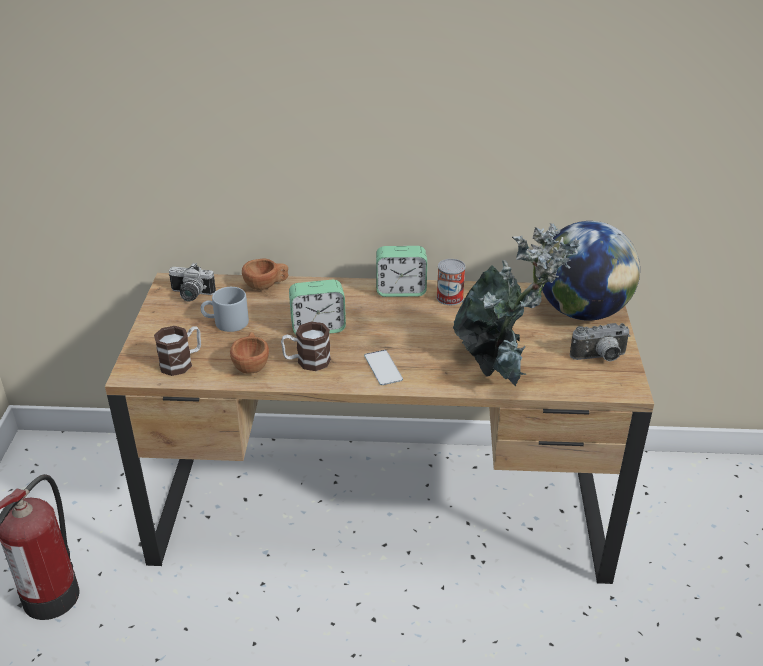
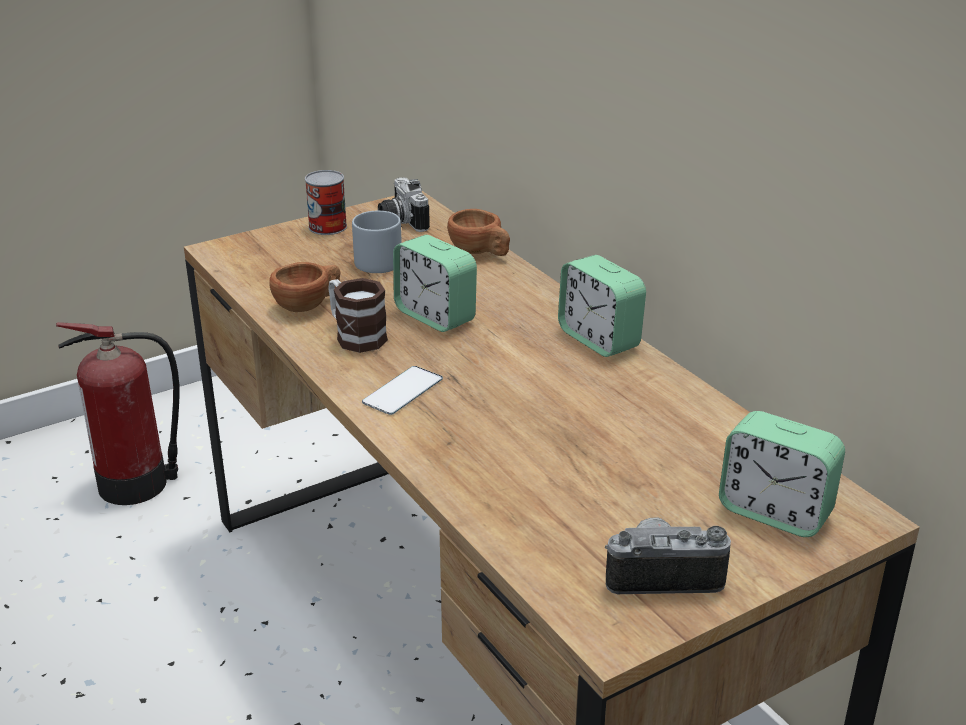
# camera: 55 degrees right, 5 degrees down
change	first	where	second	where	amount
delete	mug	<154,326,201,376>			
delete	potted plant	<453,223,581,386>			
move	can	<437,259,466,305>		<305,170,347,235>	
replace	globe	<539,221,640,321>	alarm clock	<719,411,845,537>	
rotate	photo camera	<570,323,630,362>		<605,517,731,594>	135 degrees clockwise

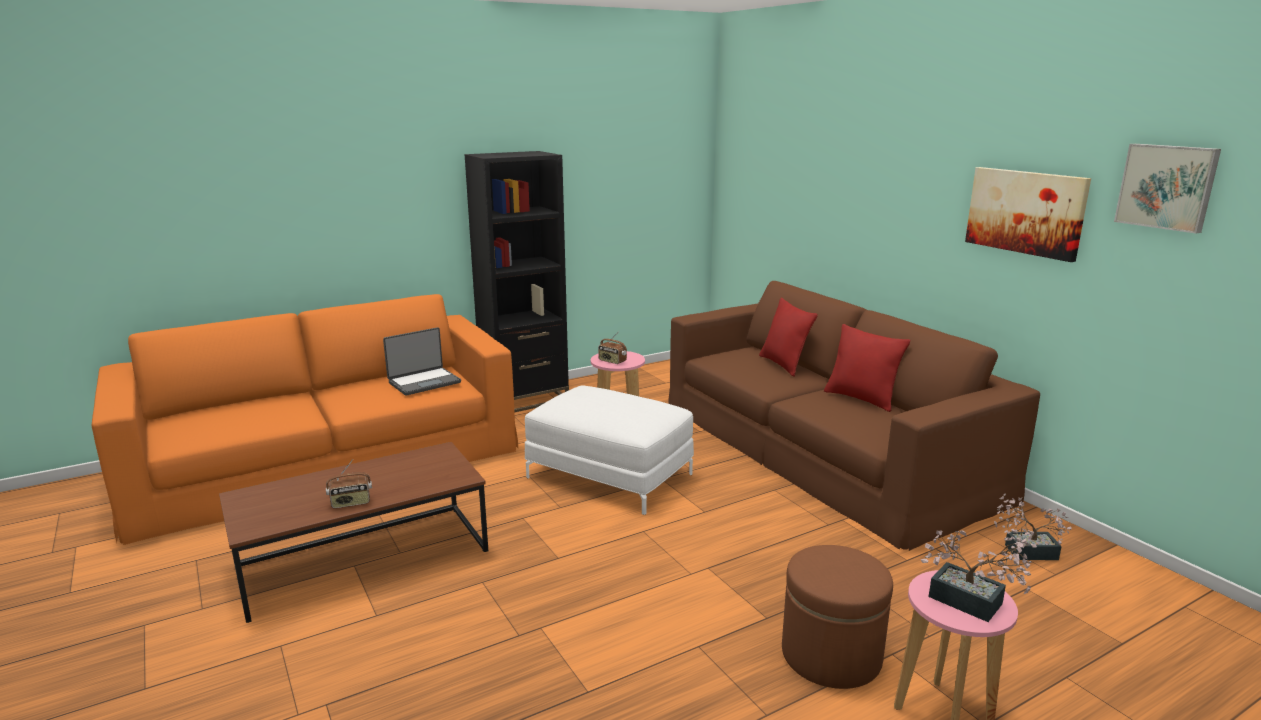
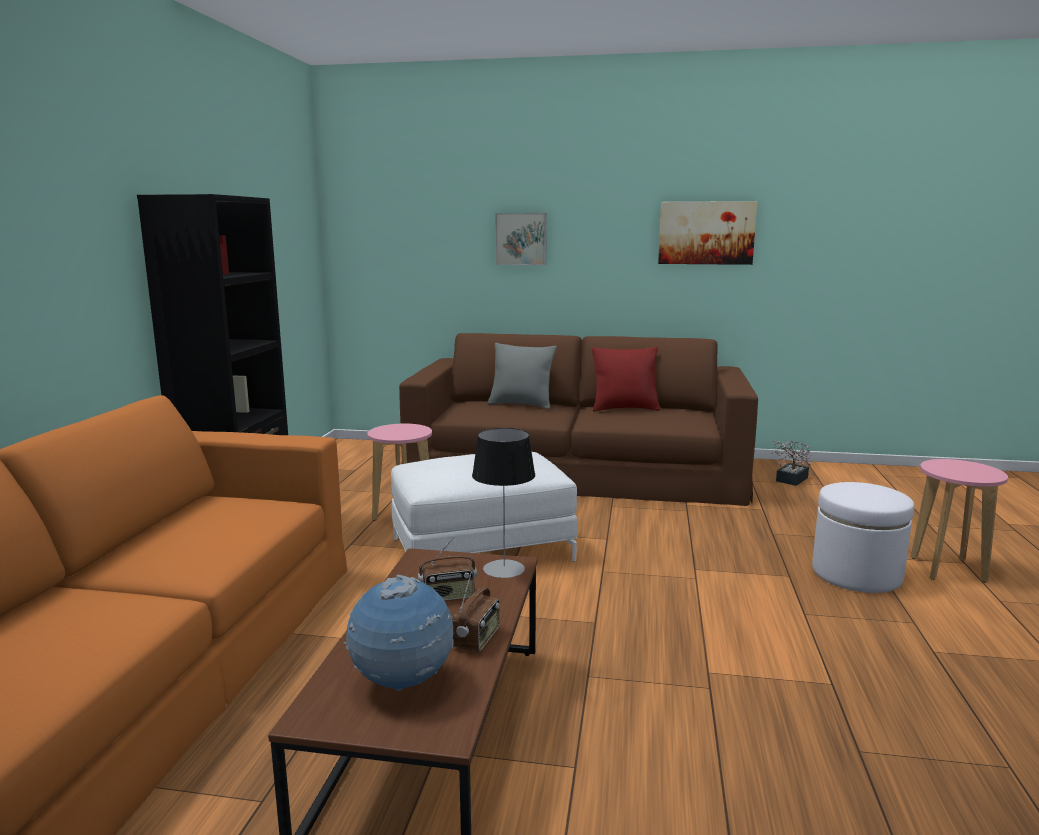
# camera: 50 degrees left, 5 degrees down
change	first	where	second	where	amount
delete	laptop	<383,327,461,396>			
delete	potted plant	<921,530,1037,622>			
insert			globe	<344,574,454,691>	
insert			table lamp	<472,428,535,578>	
move	radio	<598,331,627,364>		<418,536,477,601>	
move	picture	<1114,144,1221,234>		<495,213,547,265>	
recolor	red pillow	<759,298,818,377>	grey pillow	<488,343,557,409>	
recolor	brown ottoman	<782,545,893,689>	white ottoman	<812,482,914,593>	

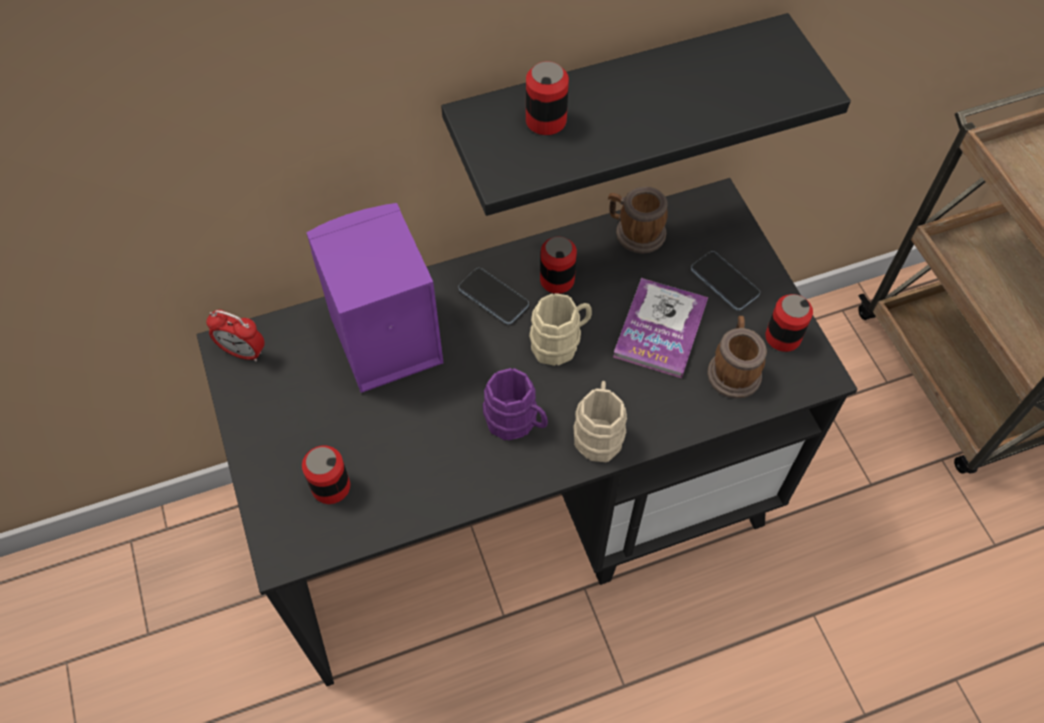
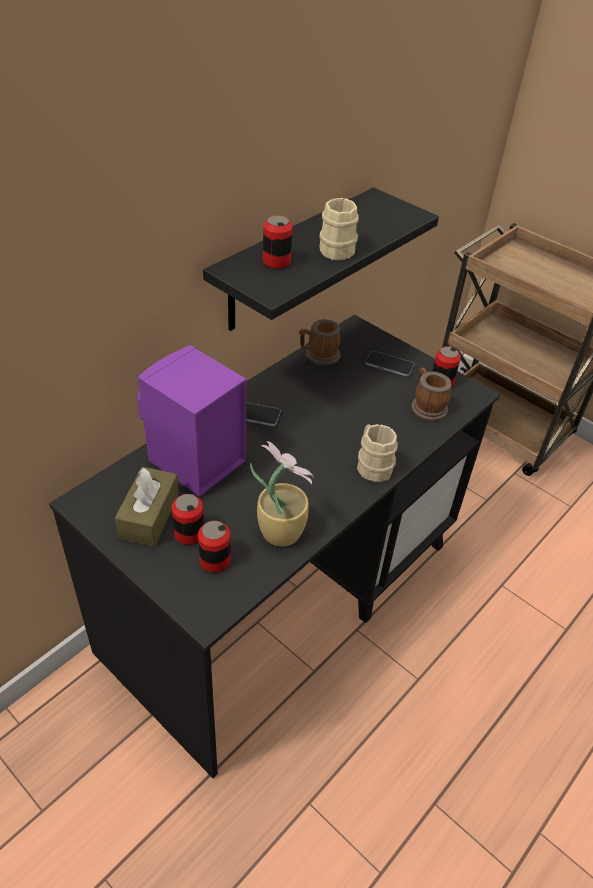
# camera: 30 degrees left, 15 degrees down
change	first	where	second	where	amount
delete	alarm clock	<206,309,265,362>			
delete	purple mug	<483,368,548,440>			
delete	book	<613,278,708,378>			
insert			brown tissue box	<114,467,179,546>	
insert			potted plant	<250,441,314,547>	
move	beige mug	<529,293,592,366>		<320,198,359,260>	
move	can	<540,236,577,294>		<172,494,204,545>	

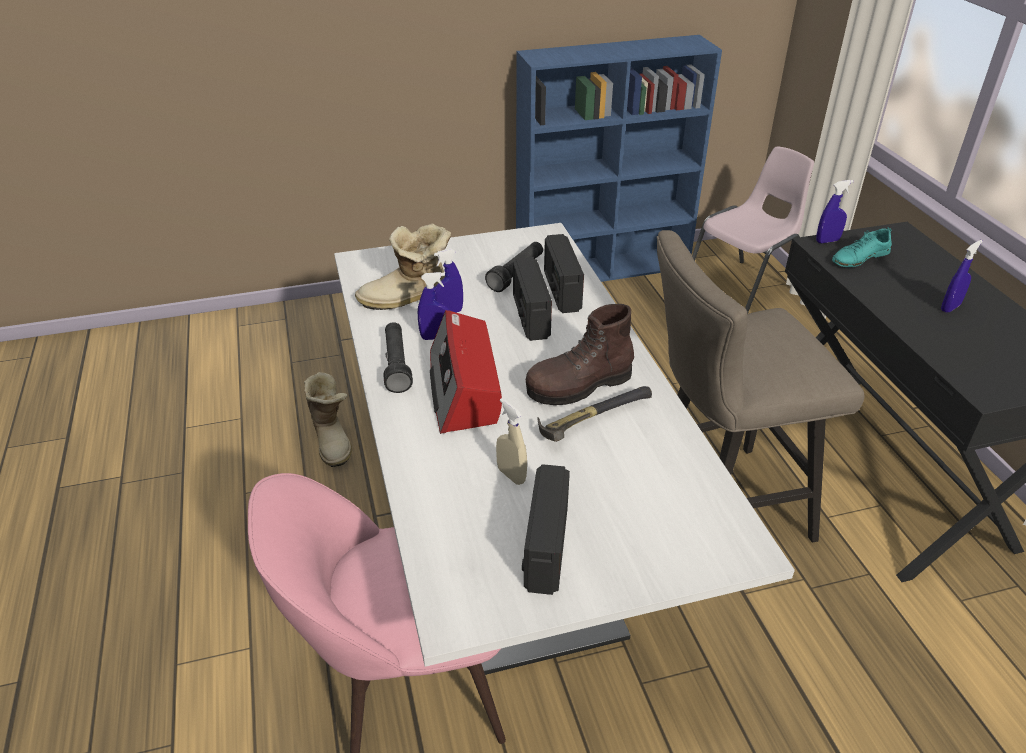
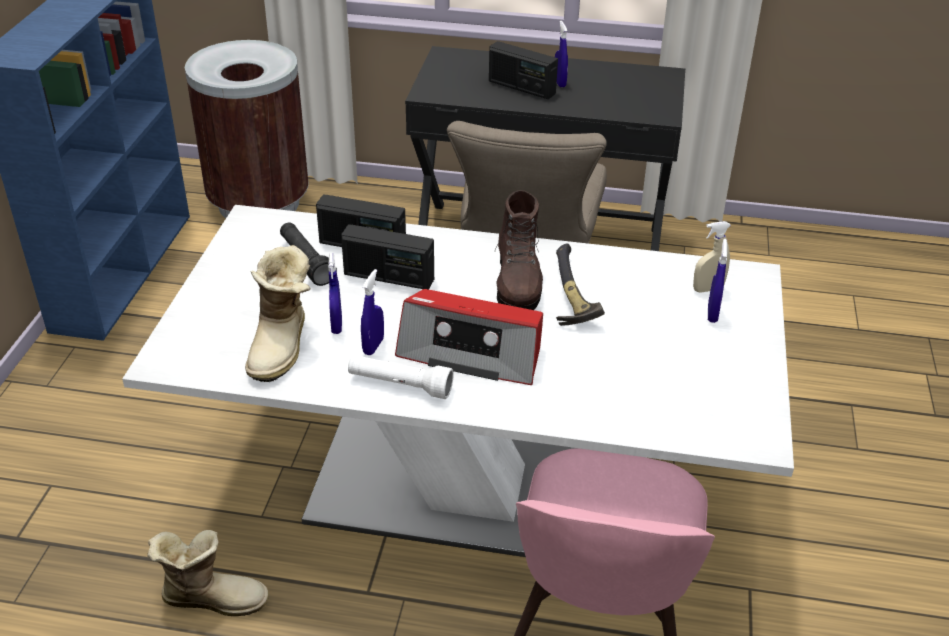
# camera: 65 degrees left, 0 degrees up
change	first	where	second	where	amount
delete	turquoise shoe	<832,227,892,267>			
move	beige spray bottle	<496,398,527,485>		<693,221,731,293>	
move	radio	<522,464,570,595>		<489,41,558,99>	
move	blue spray bottle	<816,180,854,243>		<708,239,728,323>	
replace	pink chair	<692,146,814,314>	brown trash can	<185,40,308,218>	
recolor	black flashlight	<384,322,413,393>	white flashlight	<348,355,454,399>	

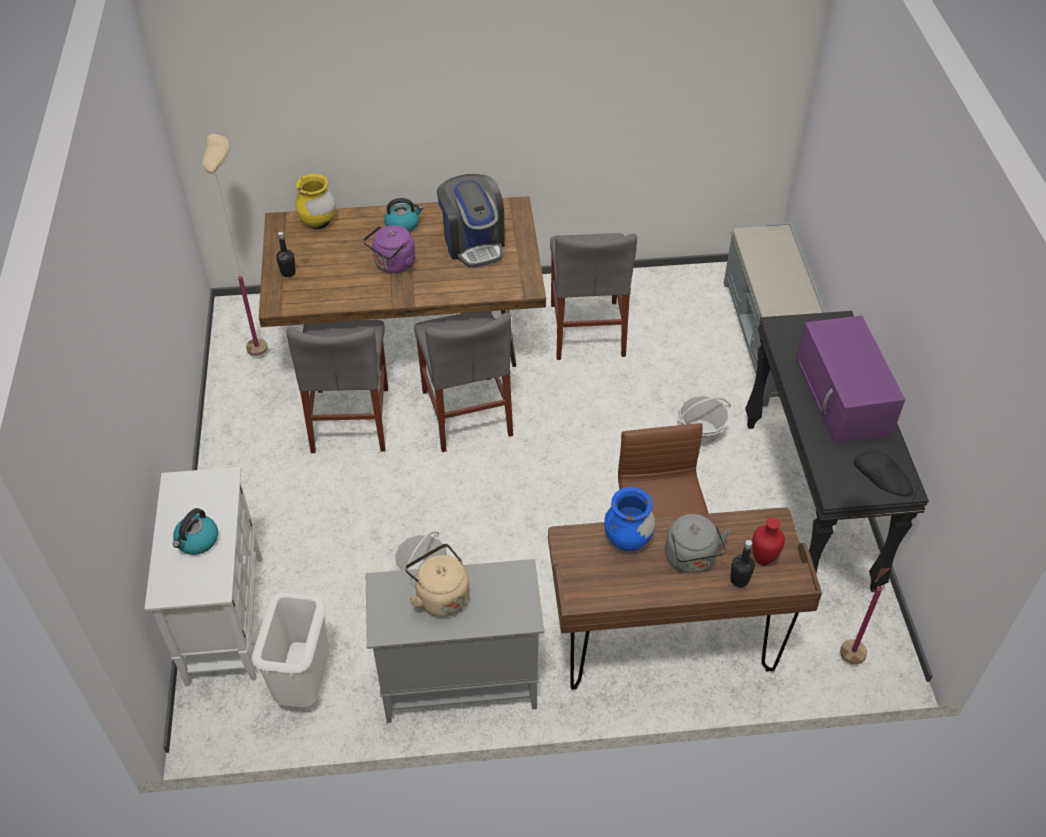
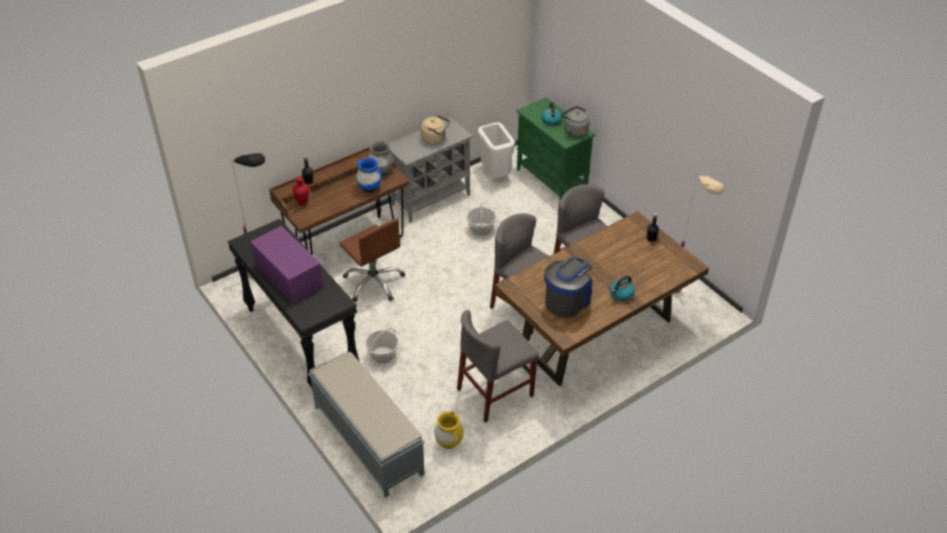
# camera: 150 degrees right, 5 degrees down
change	first	where	second	where	amount
delete	purple kettle	<363,225,415,273>			
insert			grey vase	<369,141,393,176>	
move	yellow vase	<295,174,336,229>		<434,411,463,449>	
move	grey kettle	<665,514,730,573>		<561,106,590,137>	
recolor	white cabinet	<145,467,262,686>	green cabinet	<516,97,596,201>	
rotate	coffee machine	<437,174,505,267>		<544,257,593,318>	90 degrees clockwise
rotate	grey chair	<550,233,637,360>		<457,310,540,423>	90 degrees counterclockwise

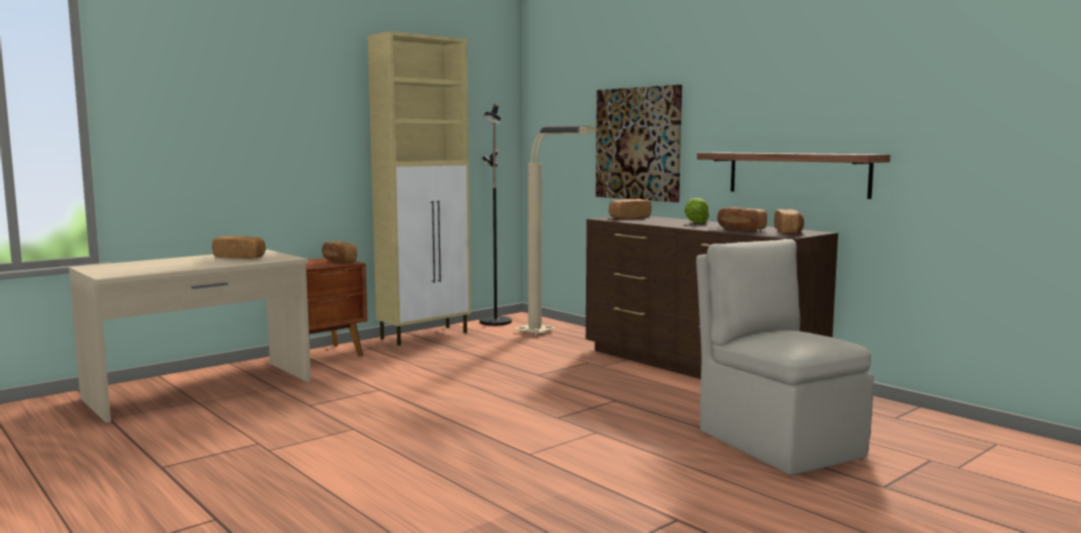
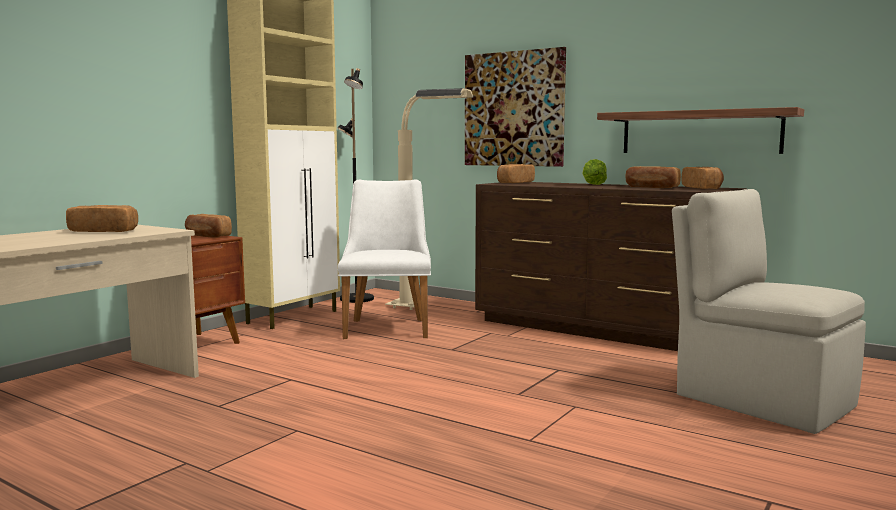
# camera: 15 degrees left, 0 degrees up
change	first	where	second	where	amount
insert			white chair	<338,179,431,339>	

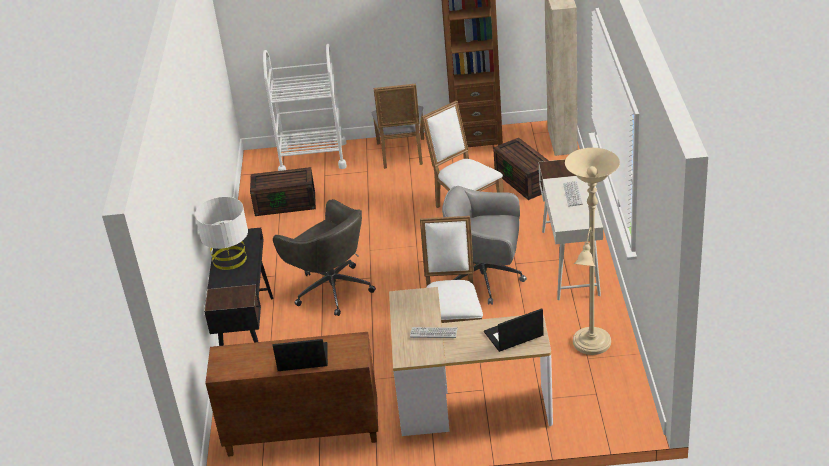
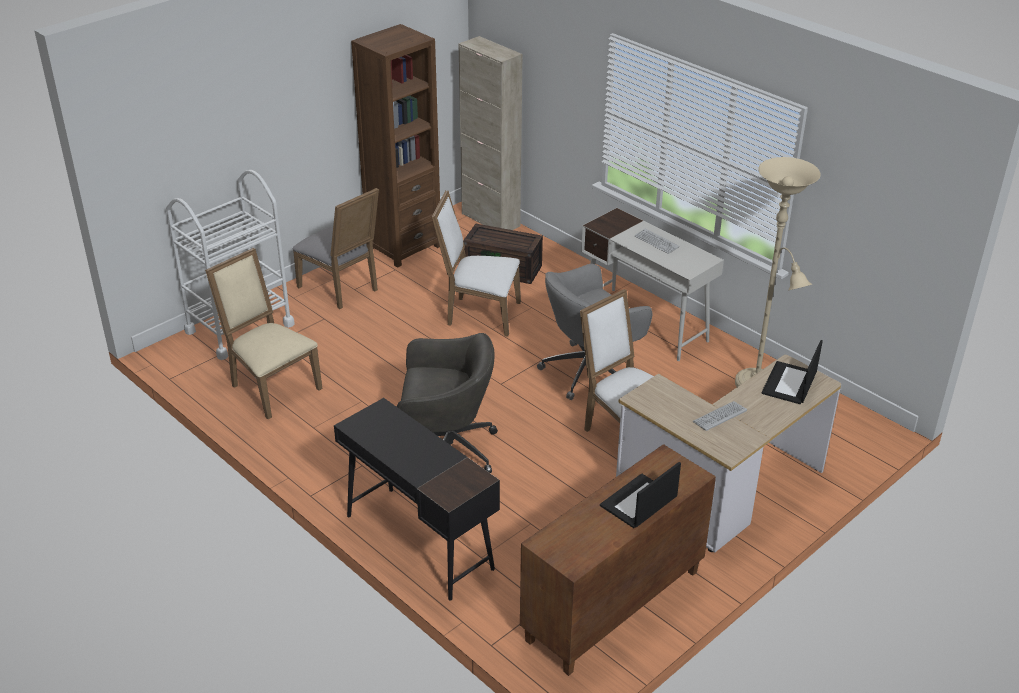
# camera: 45 degrees left, 0 degrees up
change	first	where	second	where	amount
delete	white table lamp	<195,197,248,270>			
replace	brown storage box	<250,167,316,216>	beige chair	<205,248,322,419>	

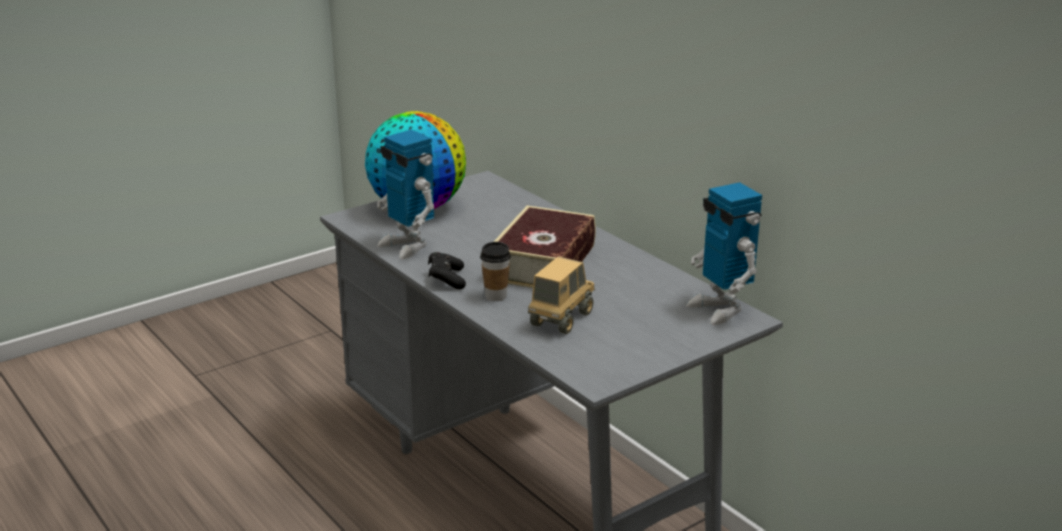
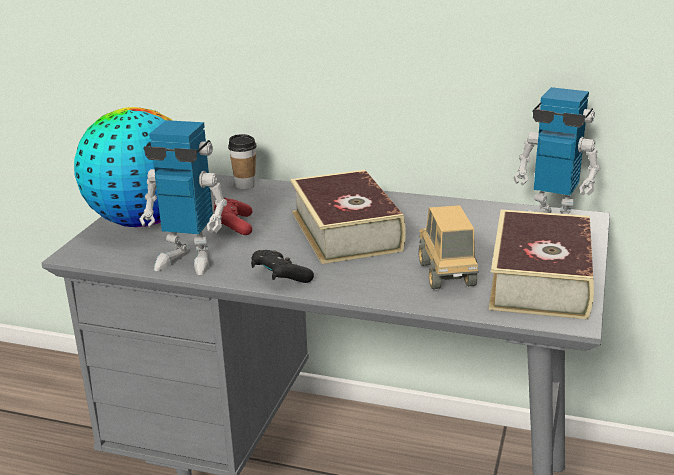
# camera: 35 degrees left, 0 degrees up
change	first	where	second	where	amount
insert			red game controller	<214,197,253,235>	
insert			book	<489,210,594,319>	
move	cup	<480,242,511,301>		<228,134,257,189>	

